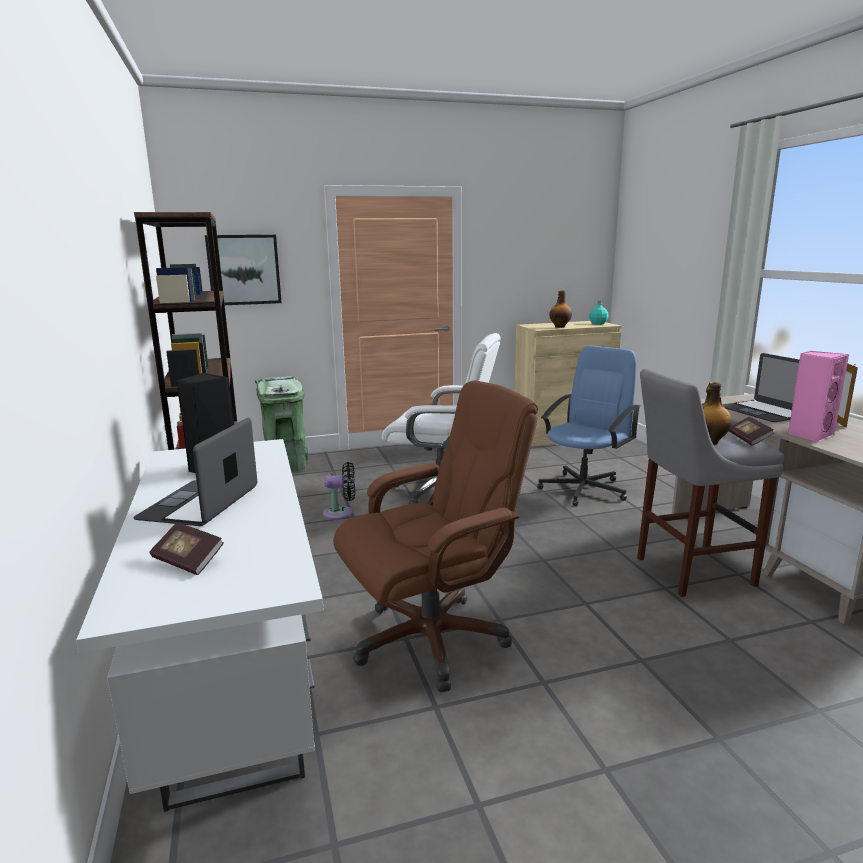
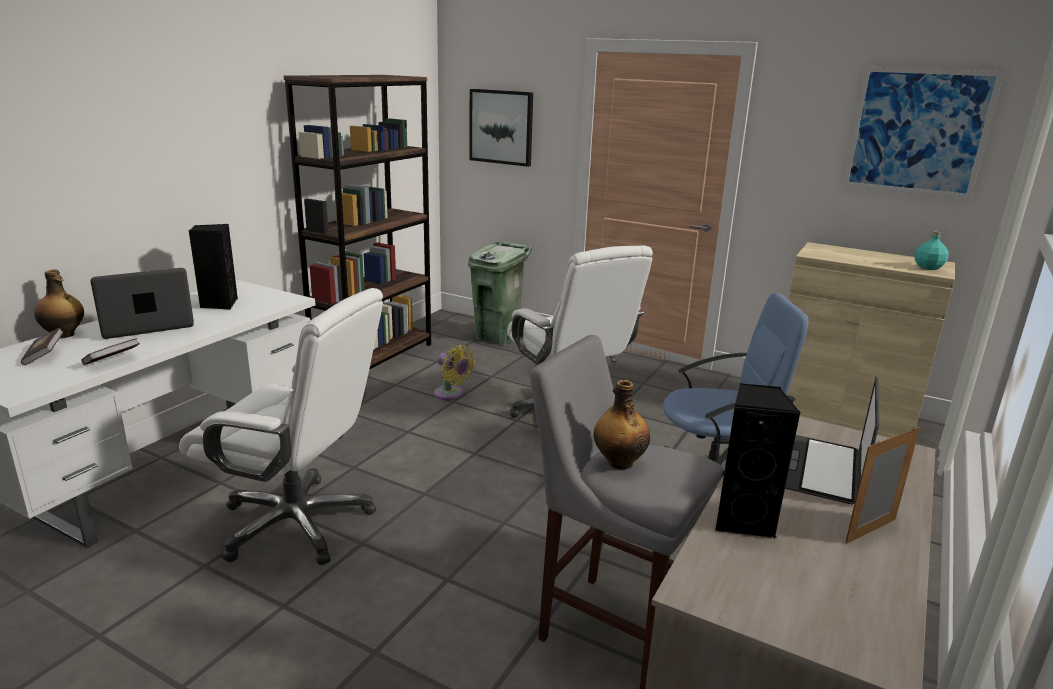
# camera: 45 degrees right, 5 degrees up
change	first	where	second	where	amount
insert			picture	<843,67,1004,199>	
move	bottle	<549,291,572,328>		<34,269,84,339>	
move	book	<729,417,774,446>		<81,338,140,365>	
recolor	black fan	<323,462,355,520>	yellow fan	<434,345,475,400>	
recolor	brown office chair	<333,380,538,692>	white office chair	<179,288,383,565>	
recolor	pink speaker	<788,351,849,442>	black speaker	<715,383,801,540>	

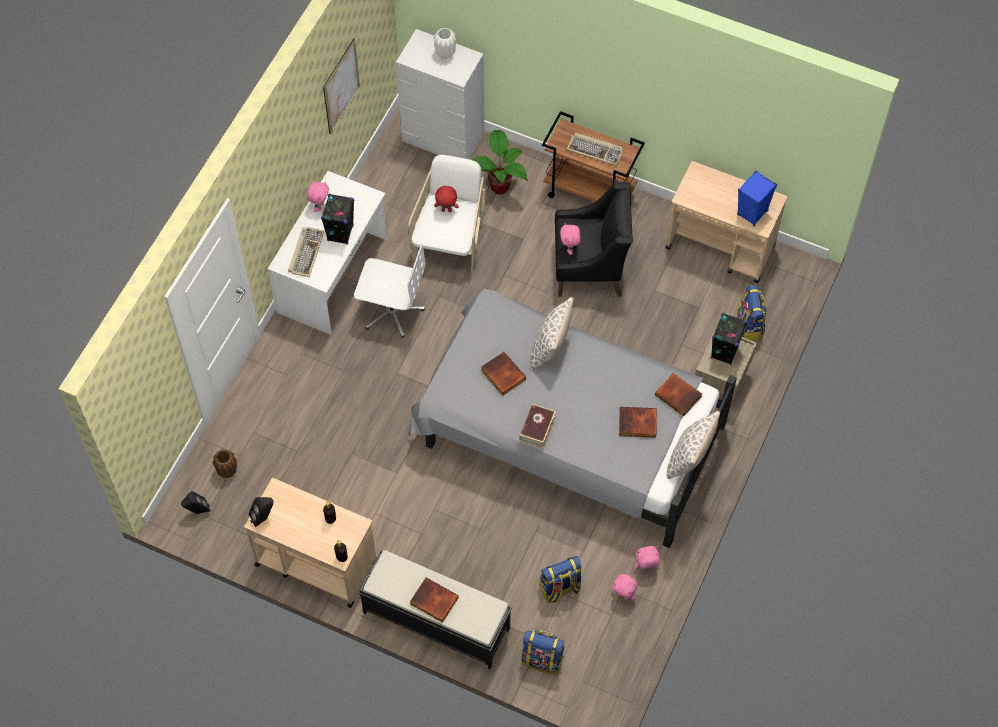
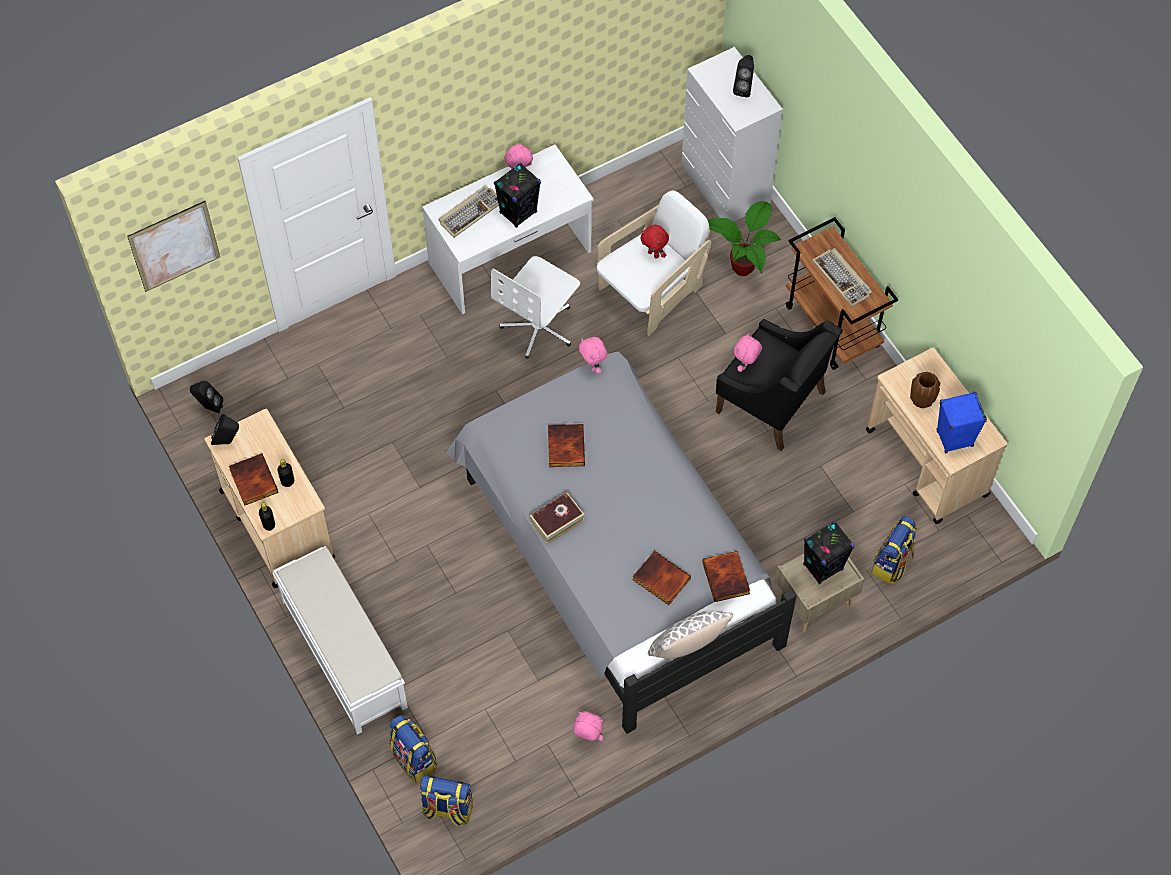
# camera: 35 degrees right, 0 degrees up
change	first	where	second	where	amount
delete	pillow	<530,297,574,371>			
move	brown vase	<212,449,237,478>		<910,372,940,408>	
move	picture	<323,38,360,134>		<127,201,220,292>	
move	book	<410,577,459,623>		<229,454,278,506>	
move	backpack	<539,556,582,603>		<420,775,473,826>	
move	pink plush toy	<612,574,637,600>		<579,337,607,374>	
replace	white vase	<434,28,456,59>	black speaker	<733,55,754,97>	
recolor	black bench	<358,550,512,669>	white bench	<272,546,408,735>	
rotate	white office chair	<354,243,426,338>		<491,256,580,359>	75 degrees clockwise

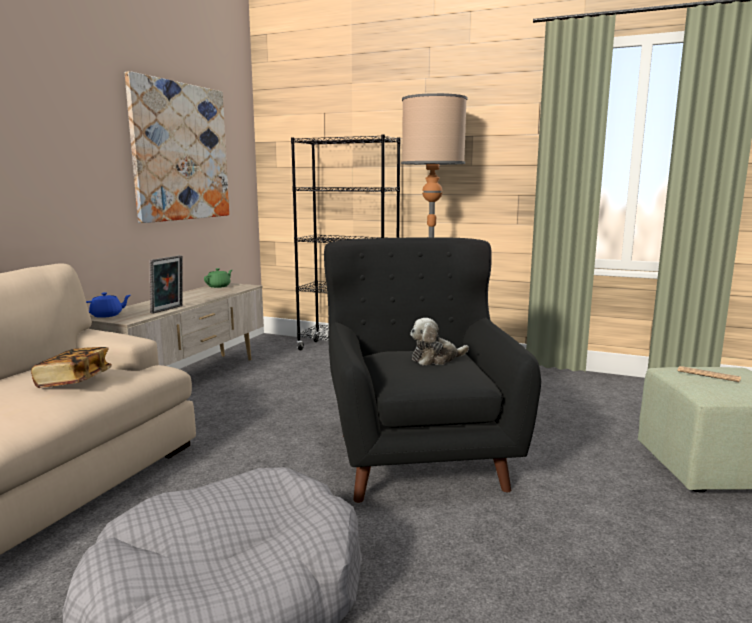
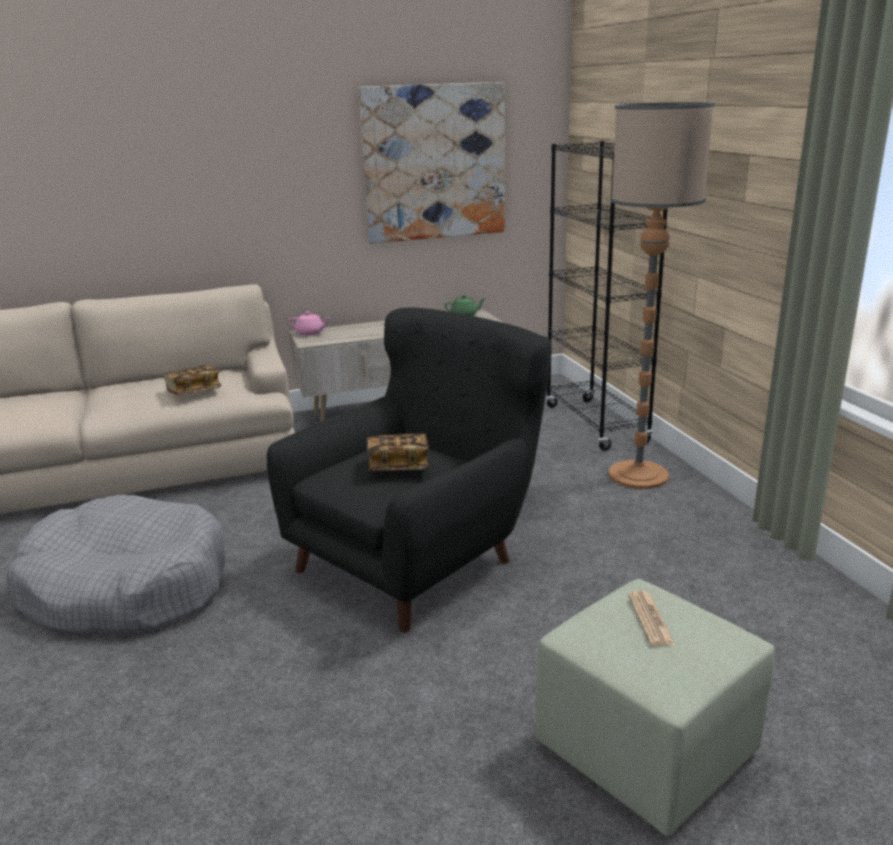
# camera: 50 degrees right, 10 degrees up
change	first	where	second	where	amount
delete	picture frame	<150,255,183,314>			
replace	plush toy	<410,318,469,365>	book	<367,433,429,471>	
recolor	blue teapot	<86,292,131,318>	pink teapot	<289,311,330,336>	

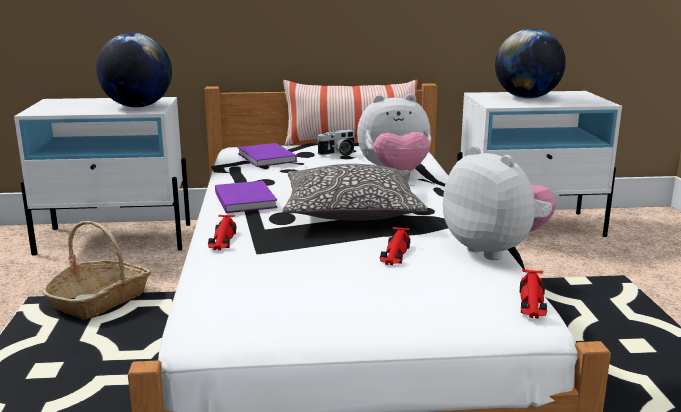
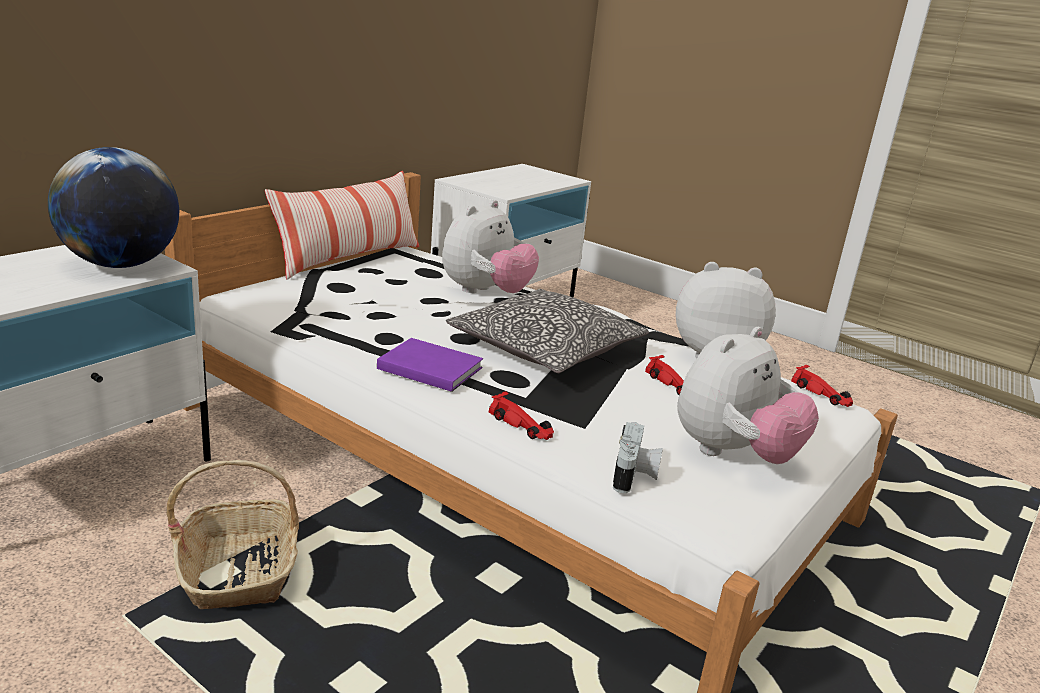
# camera: 50 degrees left, 5 degrees up
change	first	where	second	where	amount
delete	purple book	<238,143,297,167>			
delete	globe	<495,29,566,99>			
insert			plush toy	<677,327,819,464>	
move	photo camera	<317,129,355,156>		<613,422,663,493>	

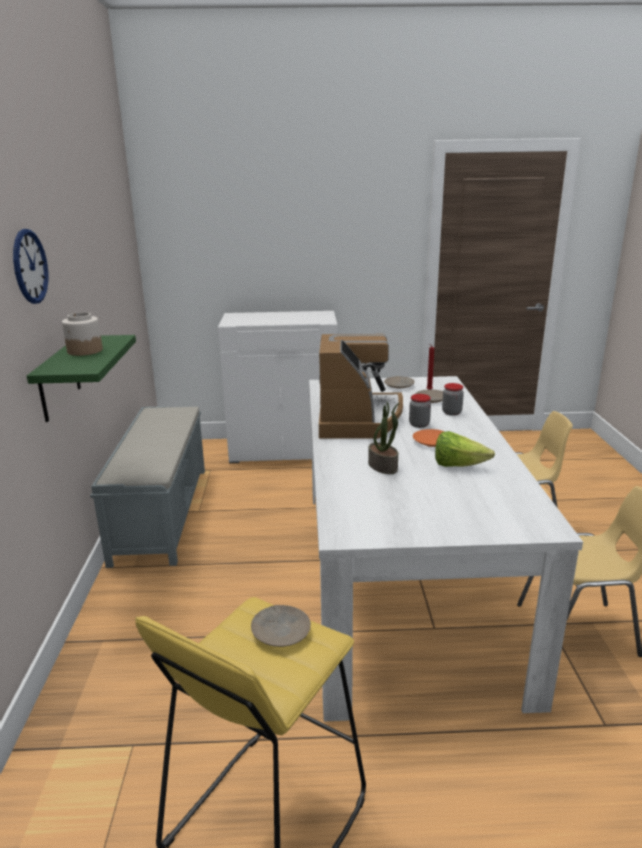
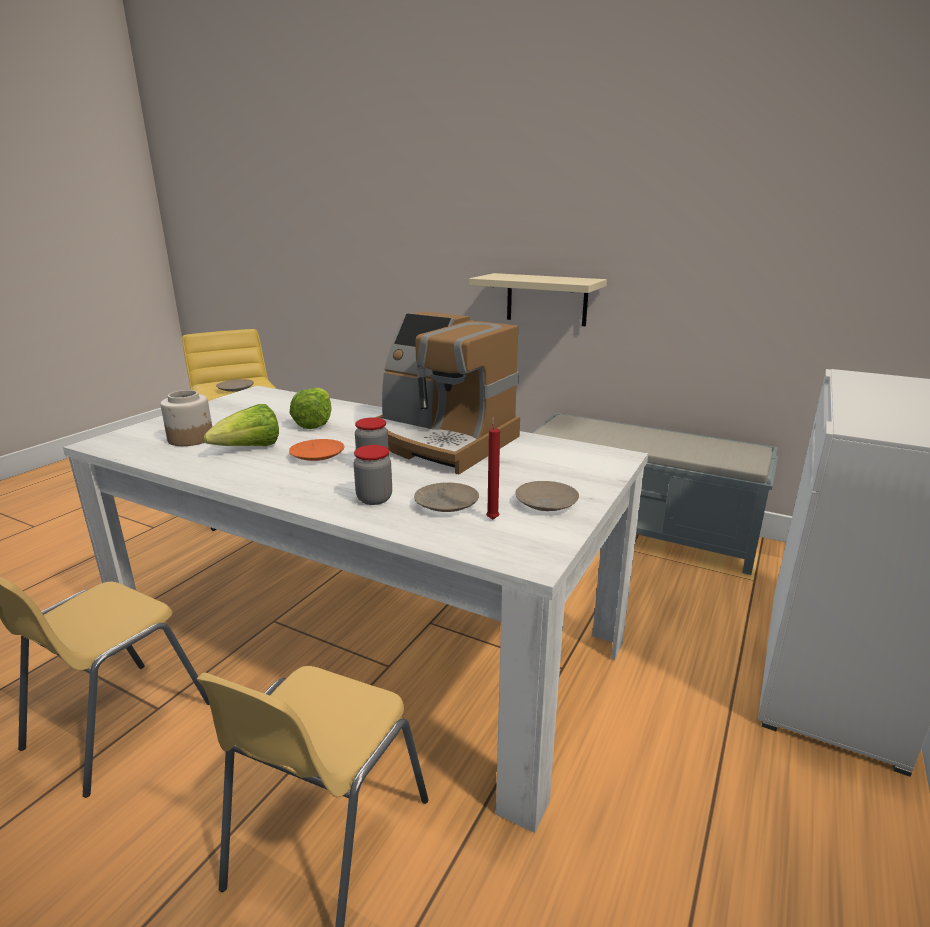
# camera: 120 degrees right, 0 degrees up
change	first	where	second	where	amount
delete	wall clock	<13,229,48,304>			
move	jar	<62,312,103,356>		<160,390,212,446>	
replace	potted plant	<368,401,400,474>	lettuce	<290,388,332,429>	
recolor	green shelf	<27,335,136,422>	beige shelf	<469,273,607,326>	

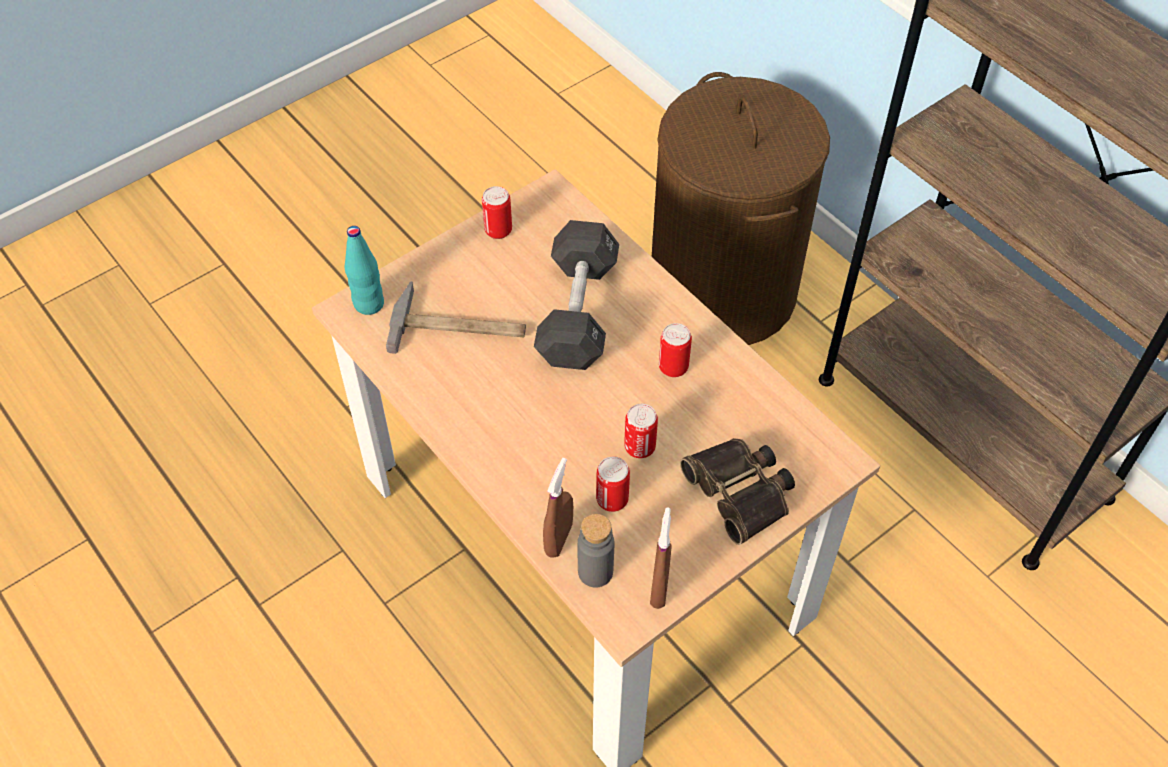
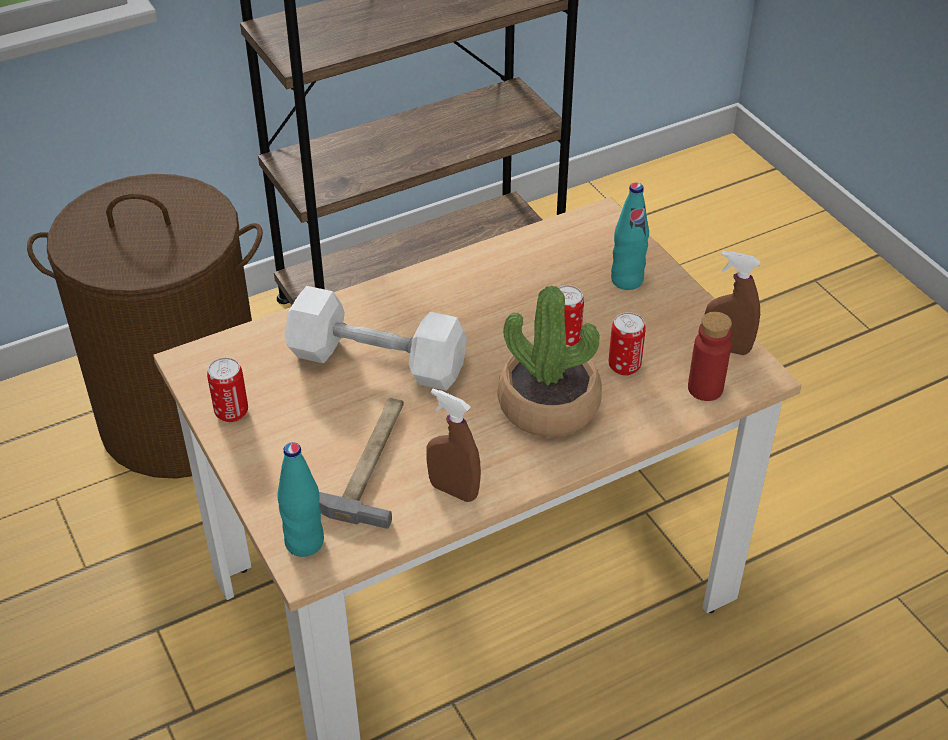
# camera: 80 degrees left, 10 degrees down
change	first	where	second	where	amount
delete	can	<659,323,692,377>			
insert			potted plant	<498,286,602,437>	
move	brown spray bottle	<543,458,573,558>		<426,388,481,502>	
replace	binoculars	<680,438,795,545>	turquoise bottle	<611,183,649,290>	
recolor	black dumbbell	<534,220,619,370>	white dumbbell	<285,286,467,391>	
recolor	grey bottle	<578,514,614,587>	red bottle	<688,312,732,401>	

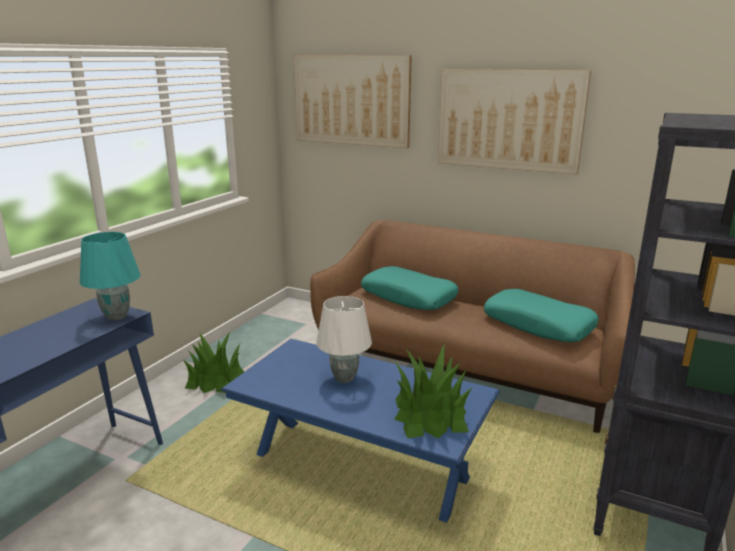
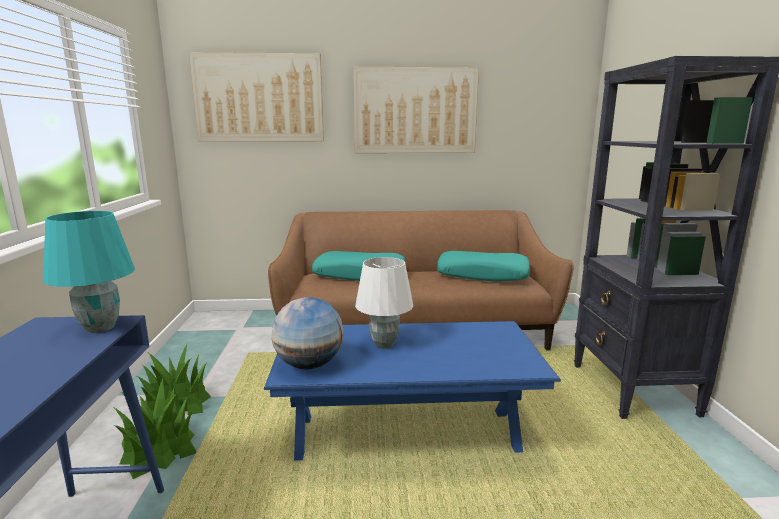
# camera: 30 degrees left, 5 degrees down
change	first	where	second	where	amount
insert			globe	<271,297,344,369>	
move	potted plant	<394,344,472,438>		<113,379,197,479>	

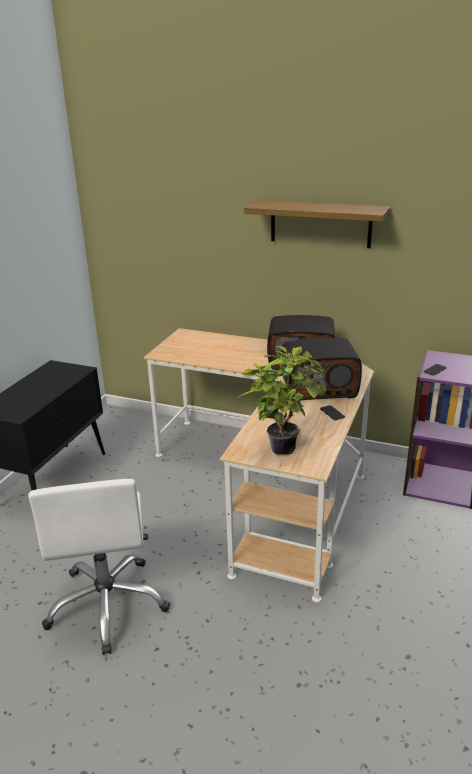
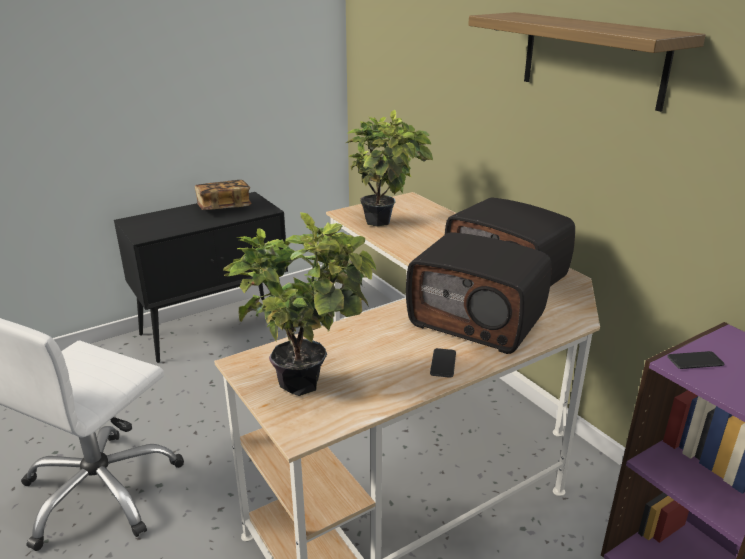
# camera: 35 degrees right, 0 degrees up
change	first	where	second	where	amount
insert			book	<195,180,251,210>	
insert			potted plant	<346,110,433,227>	

